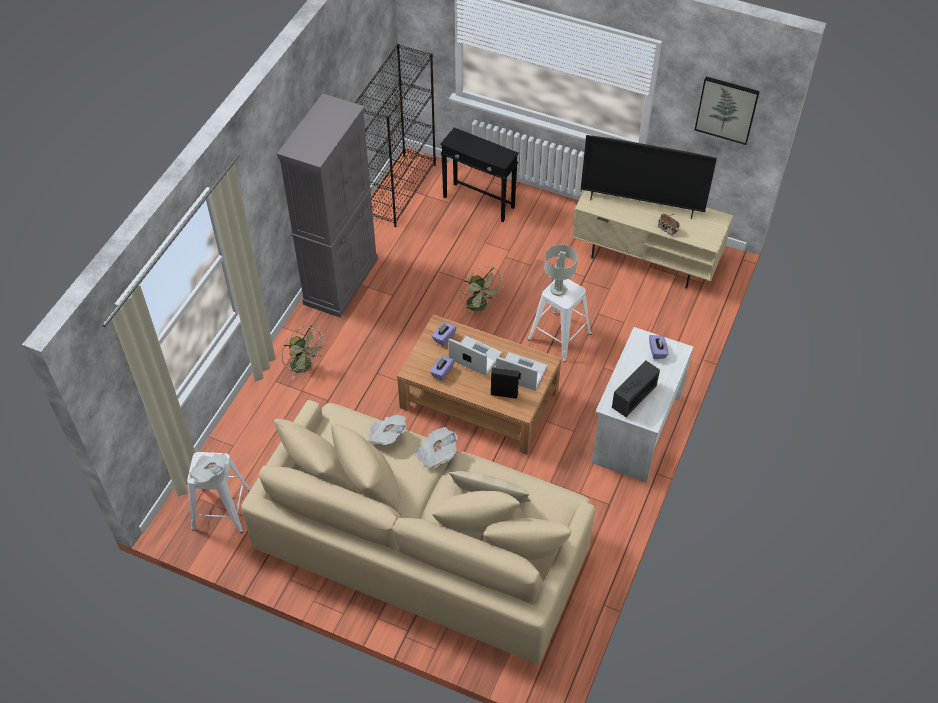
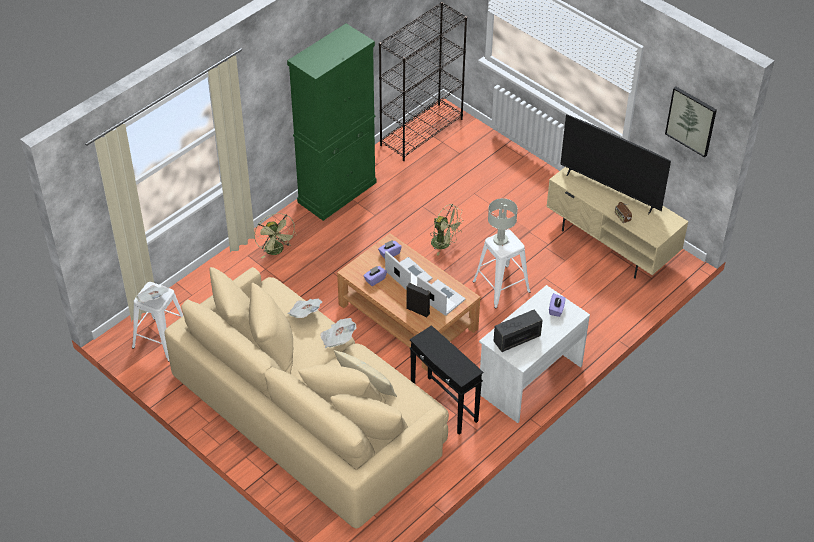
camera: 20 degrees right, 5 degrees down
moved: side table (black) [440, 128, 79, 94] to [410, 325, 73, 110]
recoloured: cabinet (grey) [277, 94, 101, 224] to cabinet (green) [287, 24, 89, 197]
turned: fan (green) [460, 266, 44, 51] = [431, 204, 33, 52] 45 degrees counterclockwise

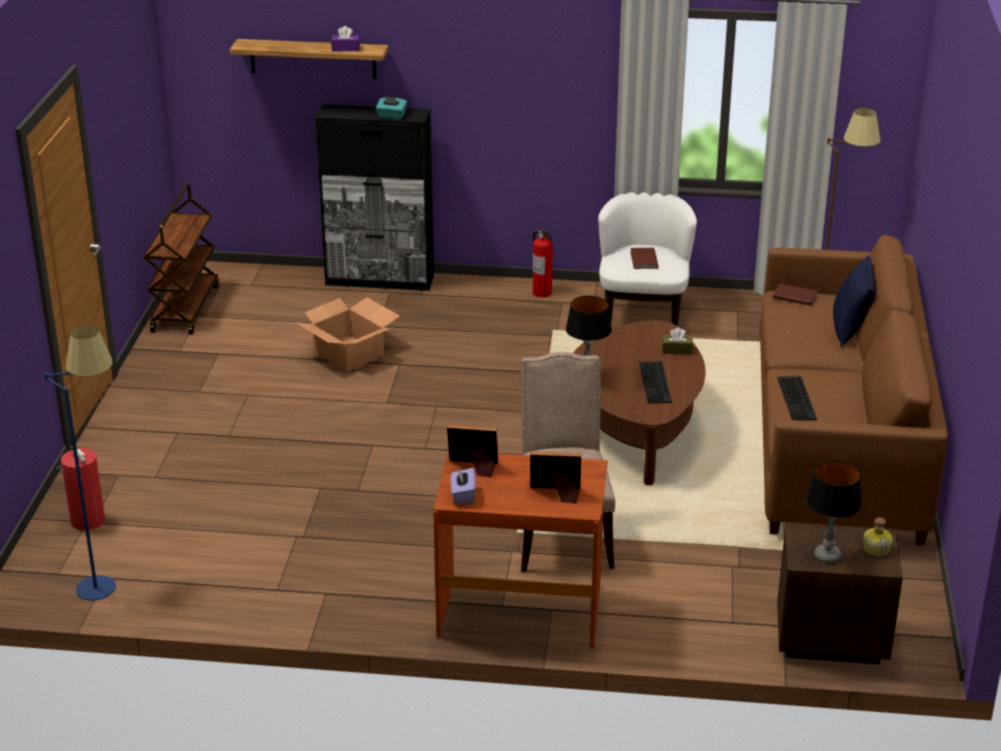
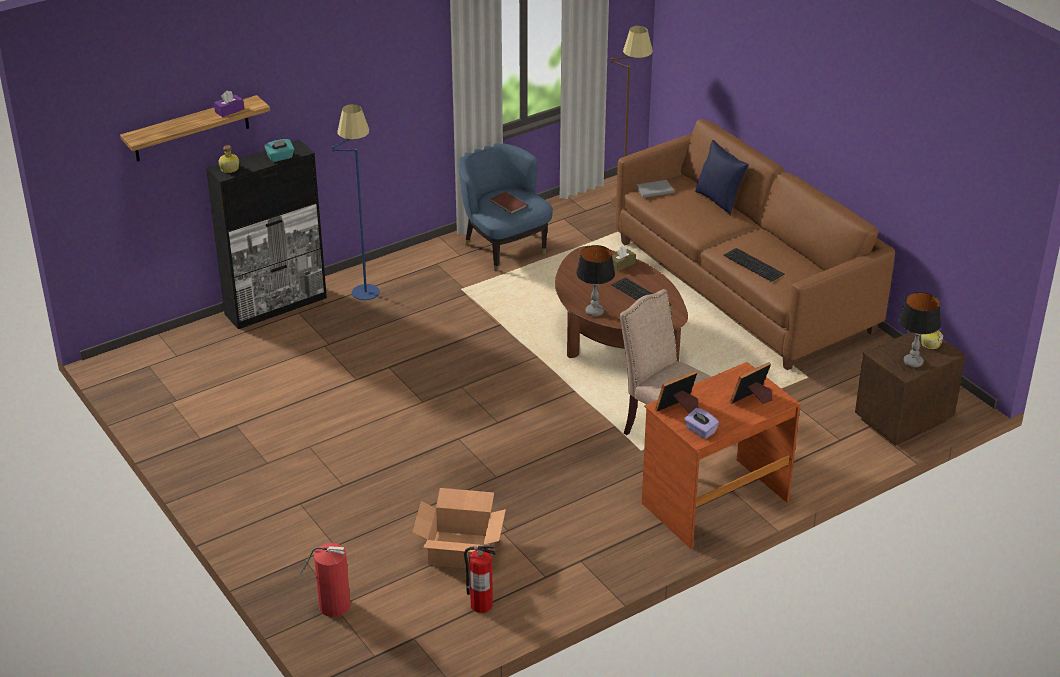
camera: 40 degrees left, 5 degrees up
removed: cart (brown) [143, 184, 76, 150]
added: bottle [218, 145, 21, 28]
moved: fire extinguisher [533, 230, 20, 67] to [464, 546, 32, 67]; cardboard box [296, 297, 104, 74] to [412, 488, 94, 81]; floor lamp (blue) [45, 326, 71, 275] to [332, 104, 48, 196]
recoloured: armchair (white) [598, 192, 99, 134] to armchair (blue) [458, 143, 95, 129]; book (brown) [773, 284, 45, 22] to book (grey) [636, 180, 38, 18]

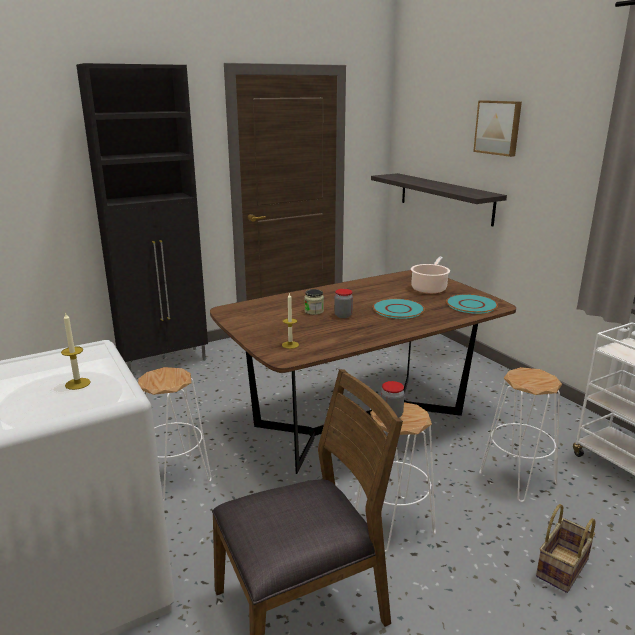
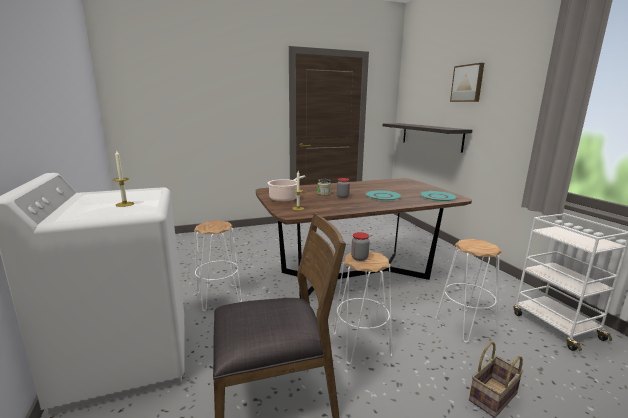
camera: 10 degrees right, 5 degrees down
removed: cabinet (black) [76, 63, 132, 310]
moved: cooking pot [411, 257, 39, 37] to [268, 175, 38, 27]

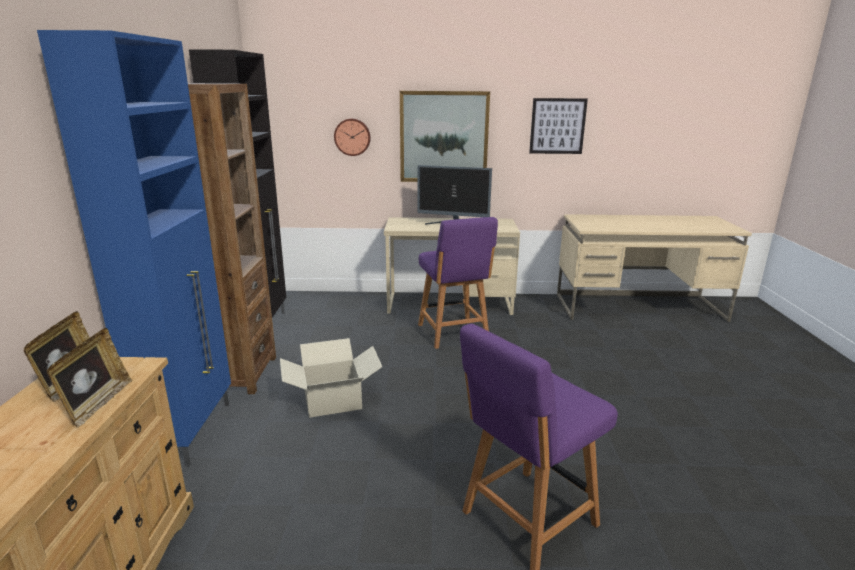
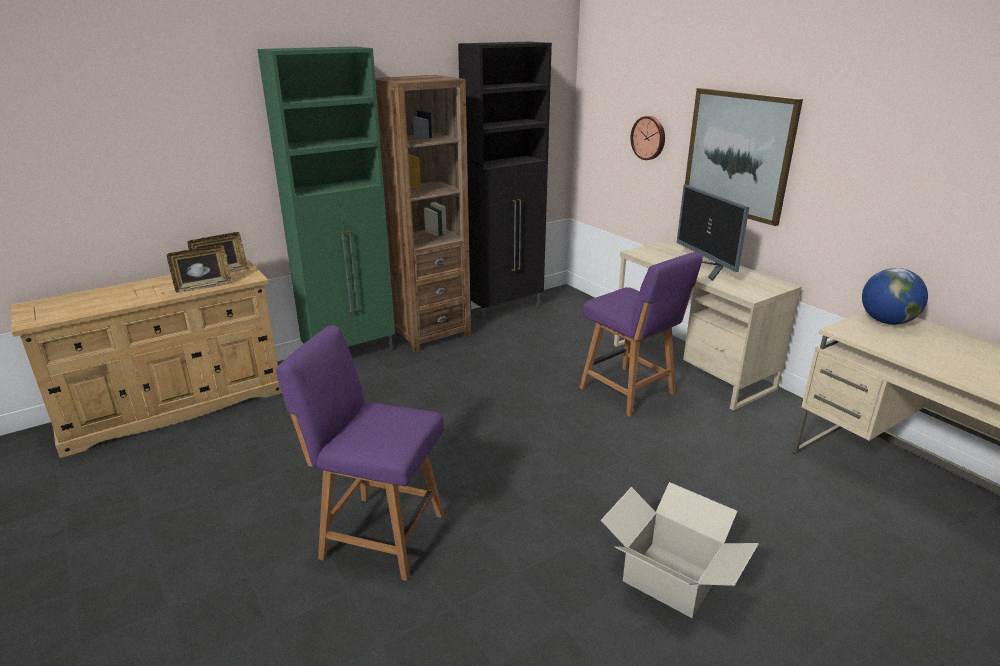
camera: 55 degrees right, 5 degrees up
removed: picture [529, 98, 59, 56]
added: globe [862, 268, 66, 57]
moved: cardboard box [280, 338, 102, 80] to [601, 482, 158, 136]
recoloured: cabinet (blue) [37, 30, 194, 437] to cabinet (green) [257, 46, 138, 305]
turned: chair (purple) [418, 217, 80, 132] = [579, 252, 124, 165] 75 degrees counterclockwise

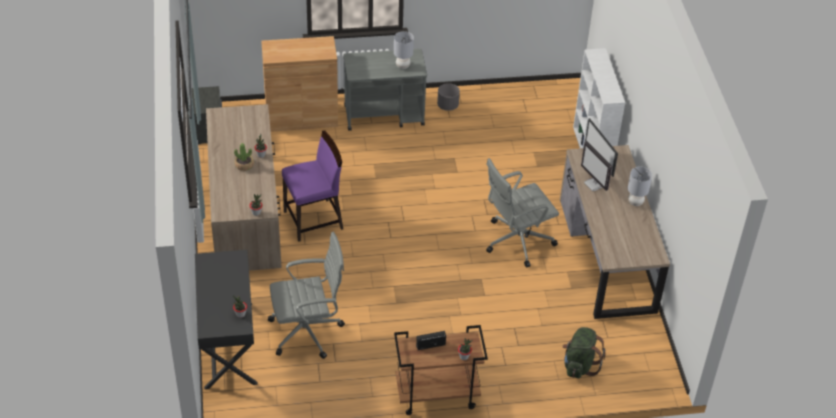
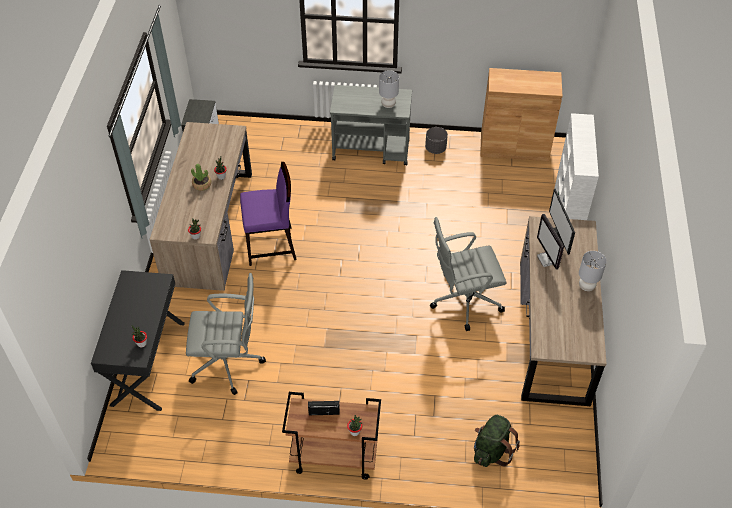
camera: 15 degrees right, 5 degrees up
moved: cabinet (brown) [261, 36, 77, 96] to [480, 68, 82, 93]

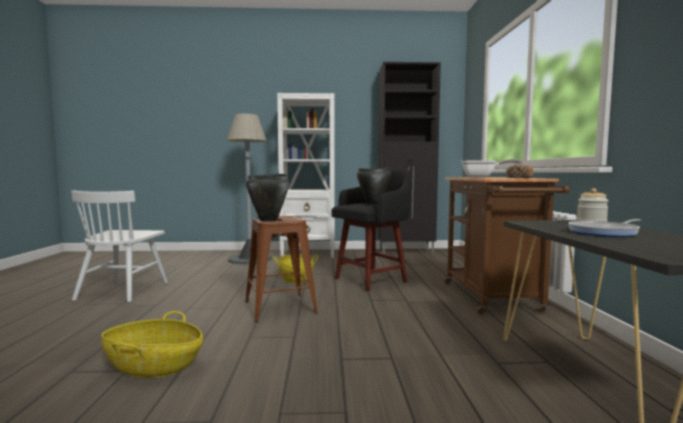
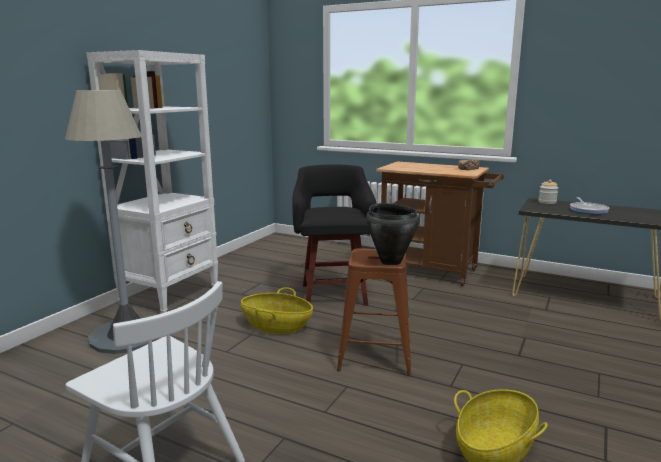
camera: 60 degrees left, 10 degrees up
removed: cabinet (black) [378, 62, 63, 192]; frying pan [461, 159, 61, 19]; cooking pot (black) [357, 167, 34, 38]

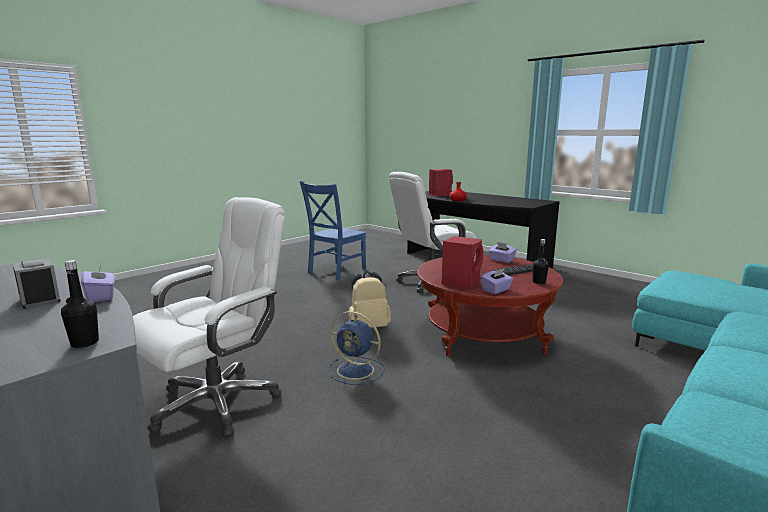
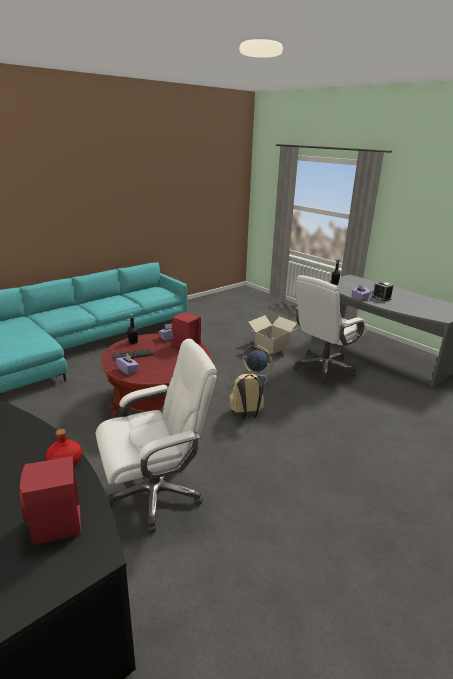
camera: 175 degrees left, 10 degrees up
removed: chair (blue) [300, 181, 66, 99]
added: cardboard box [249, 315, 48, 40]

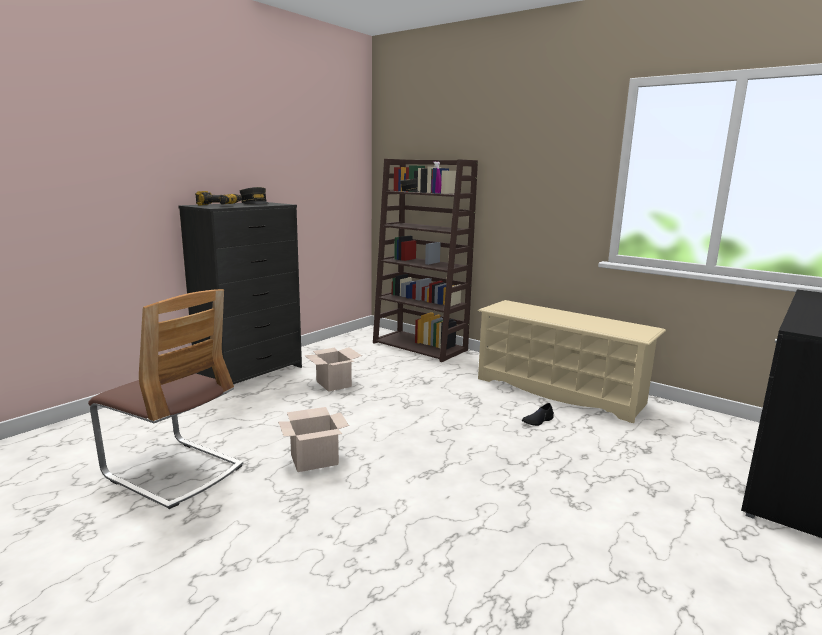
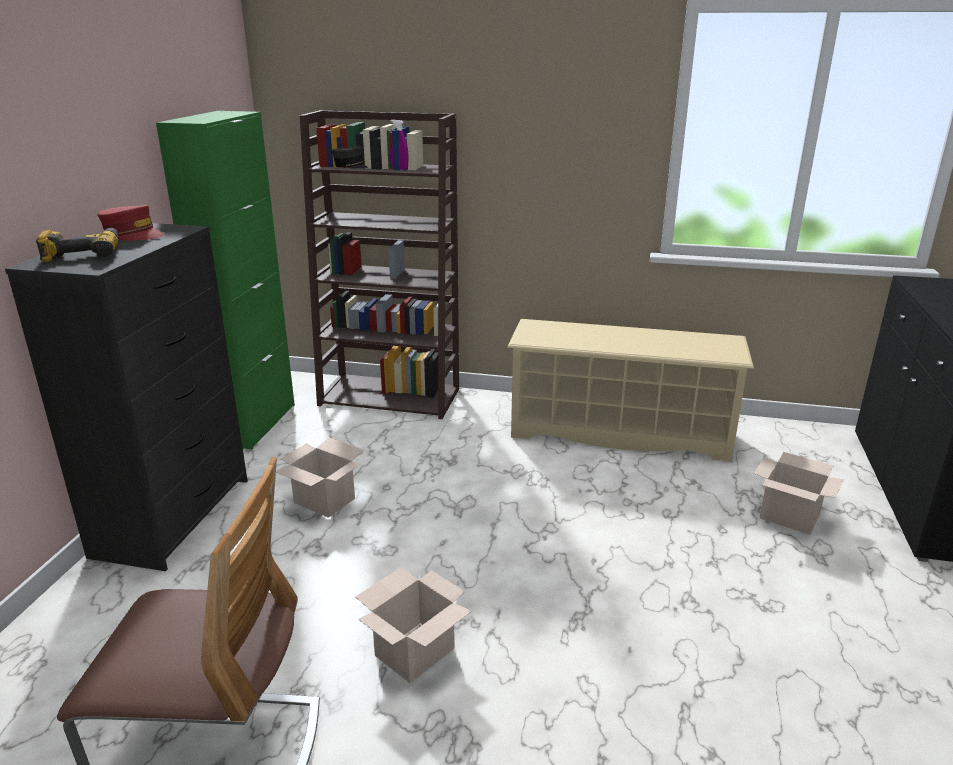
camera: 25 degrees left, 10 degrees up
removed: shoe (black) [522, 403, 32, 23]
added: cabinet (green) [156, 111, 139, 338]; cardboard box [754, 452, 90, 83]
recoloured: cap (grey) [240, 187, 29, 17] to cap (red) [97, 205, 67, 35]

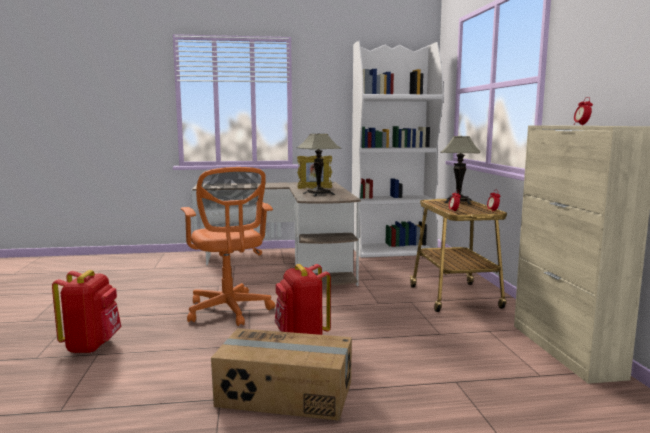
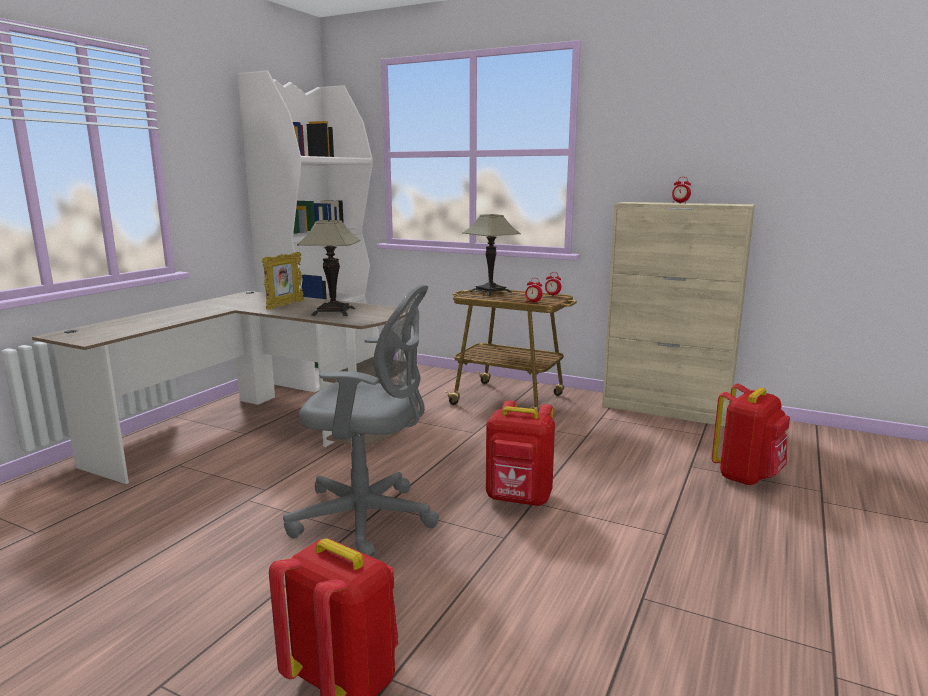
camera: 55 degrees left, 5 degrees up
removed: cardboard box [211, 328, 141, 93]
added: backpack (red) [712, 384, 78, 101]
recoloured: office chair (orange) [181, 167, 94, 159] to office chair (grey) [283, 284, 156, 273]

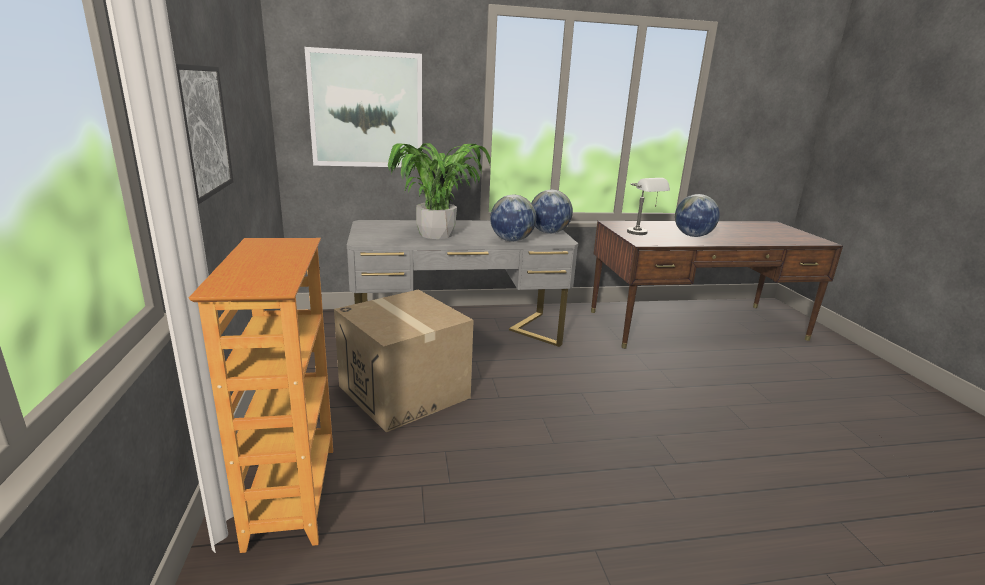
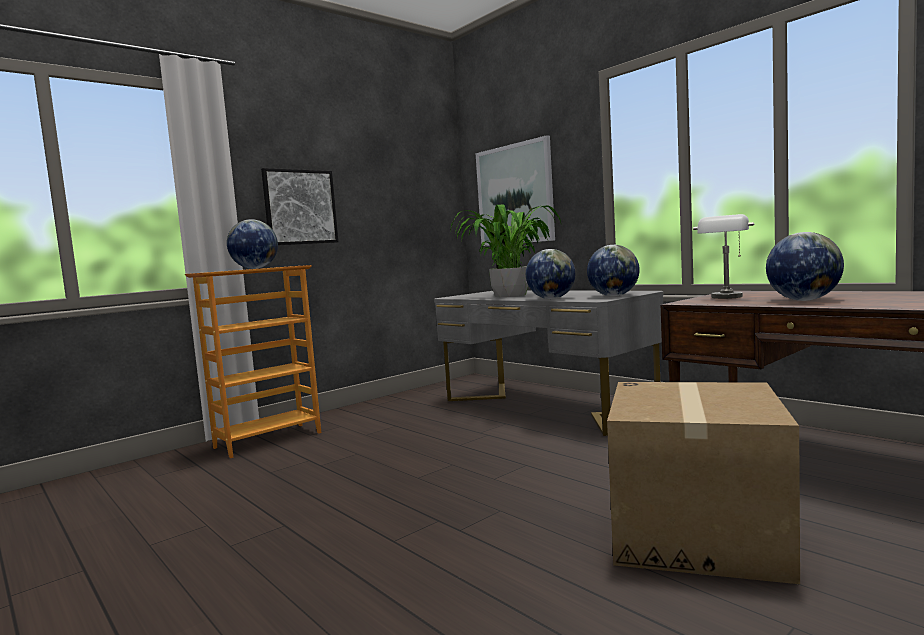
camera: 60 degrees right, 15 degrees down
added: globe [227, 219, 51, 50]
moved: cardboard box [334, 289, 140, 143] to [607, 382, 193, 202]

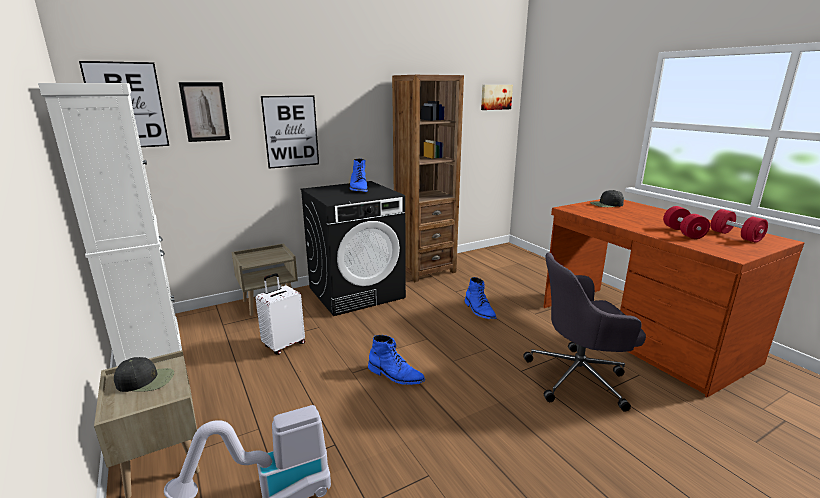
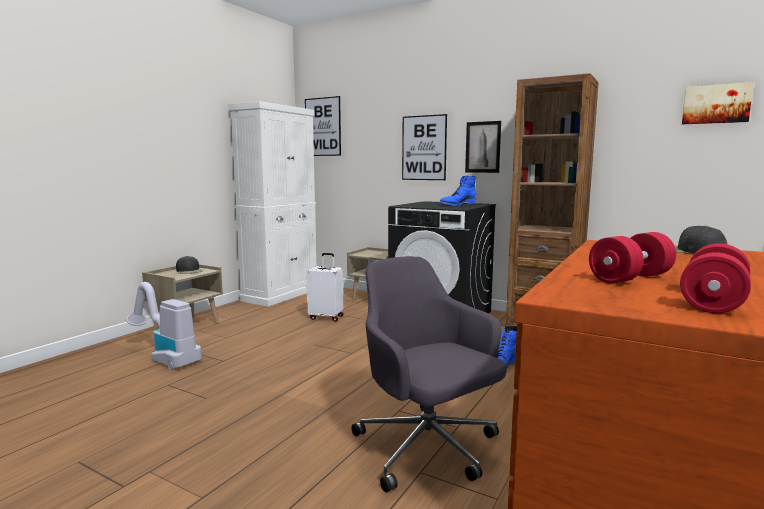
camera: 60 degrees right, 10 degrees down
removed: boot (blue) [368, 335, 57, 50]
moved: picture [179, 82, 51, 60] to [465, 121, 36, 52]

